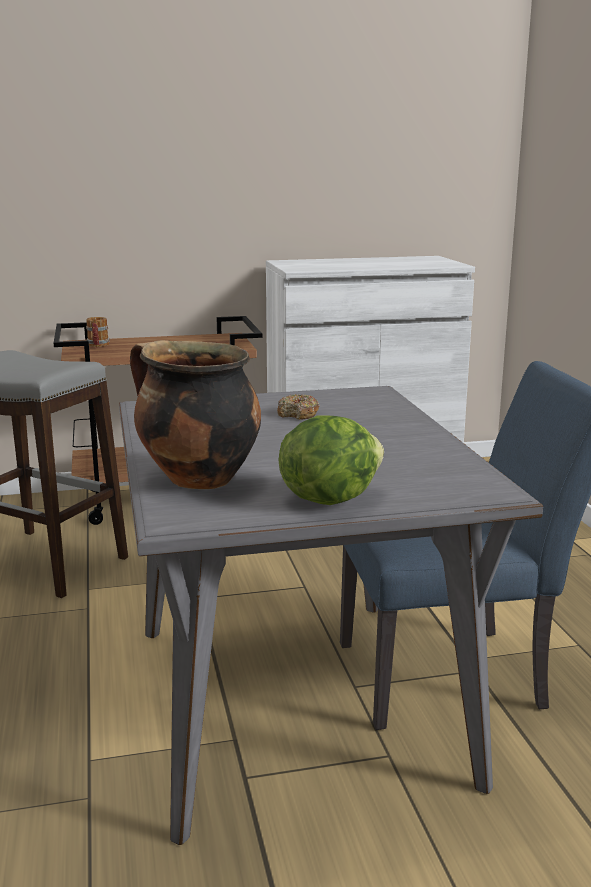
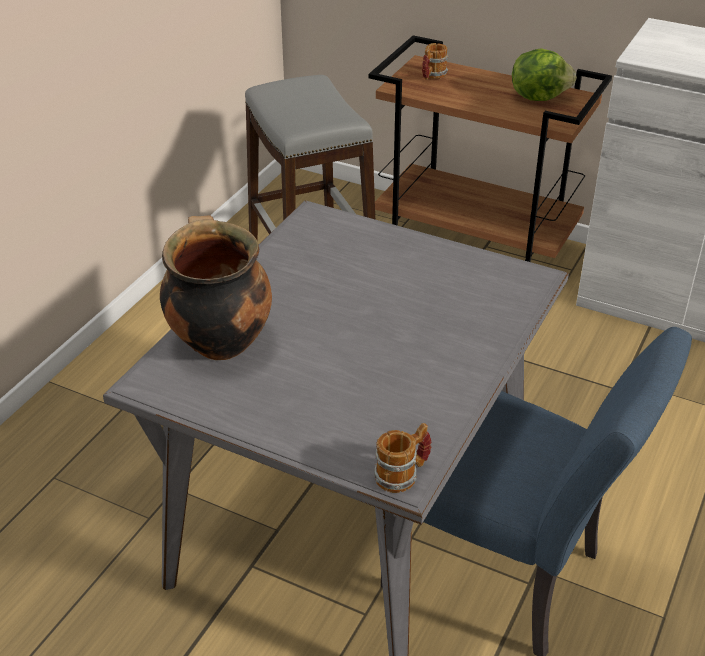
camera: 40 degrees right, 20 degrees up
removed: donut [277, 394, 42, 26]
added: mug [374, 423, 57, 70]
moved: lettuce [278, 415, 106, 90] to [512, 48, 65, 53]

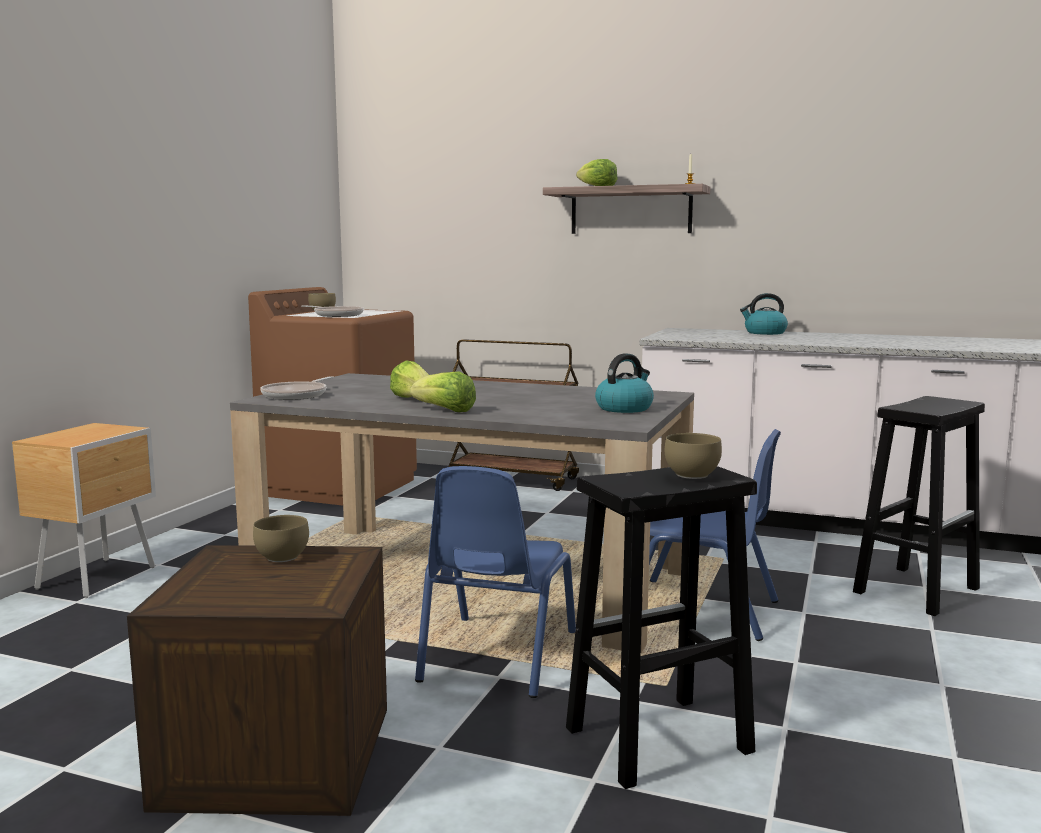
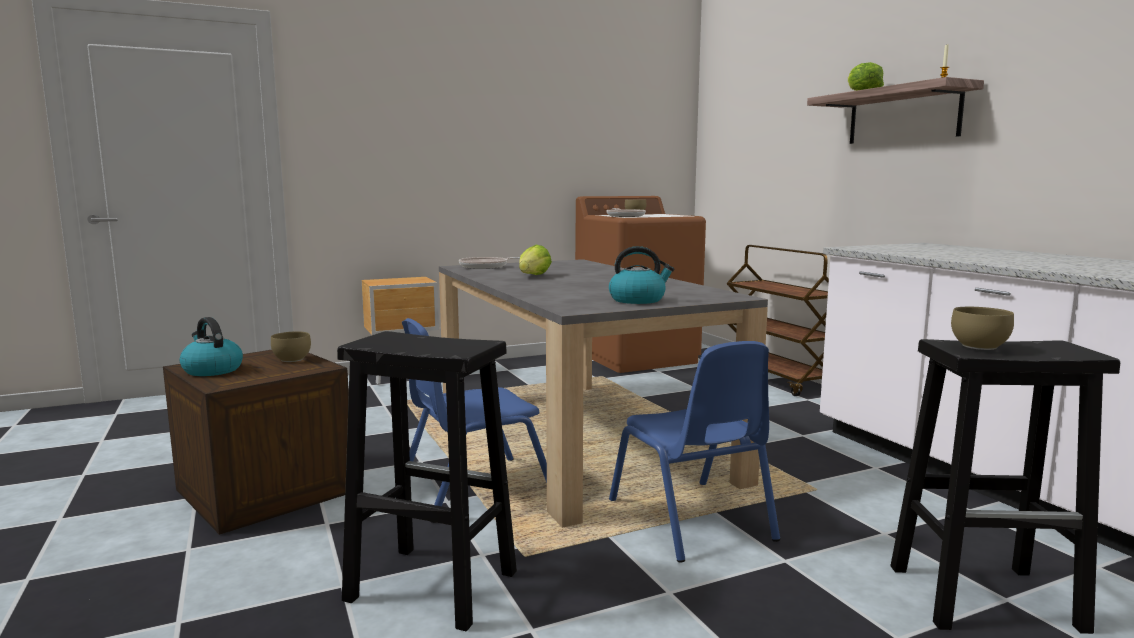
camera: 45 degrees right, 0 degrees up
removed: lettuce [410, 372, 66, 40]
moved: kettle [740, 293, 48, 42] to [180, 317, 63, 59]; bowl (brown) [665, 433, 57, 46] to [951, 307, 63, 43]

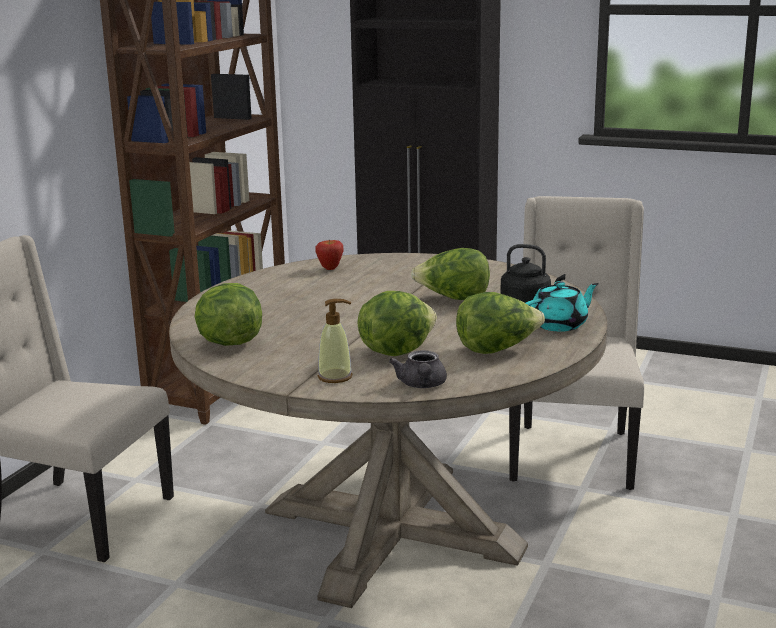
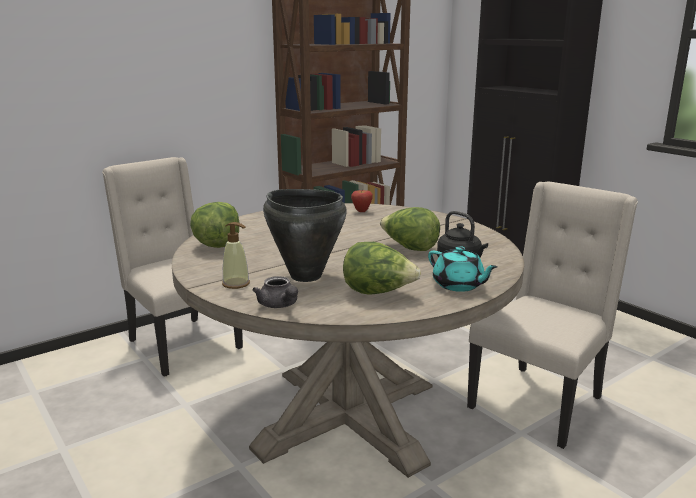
camera: 30 degrees right, 0 degrees up
replaced: lettuce [357, 291, 80, 65] to cooking pot (black) [263, 189, 84, 93]
turned: teapot (turquoise) [526, 281, 73, 51] = [428, 246, 70, 46] 45 degrees clockwise; teapot (grey) [389, 350, 58, 38] = [252, 276, 46, 32] 60 degrees counterclockwise

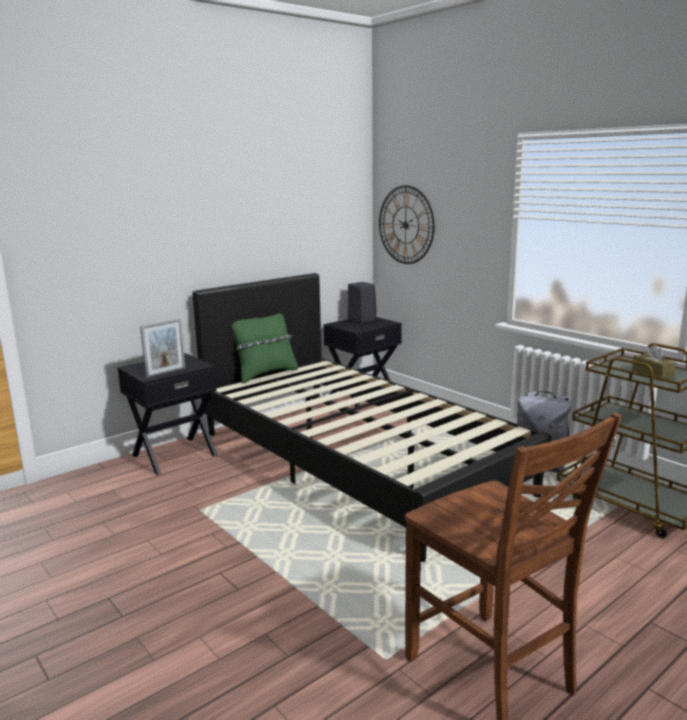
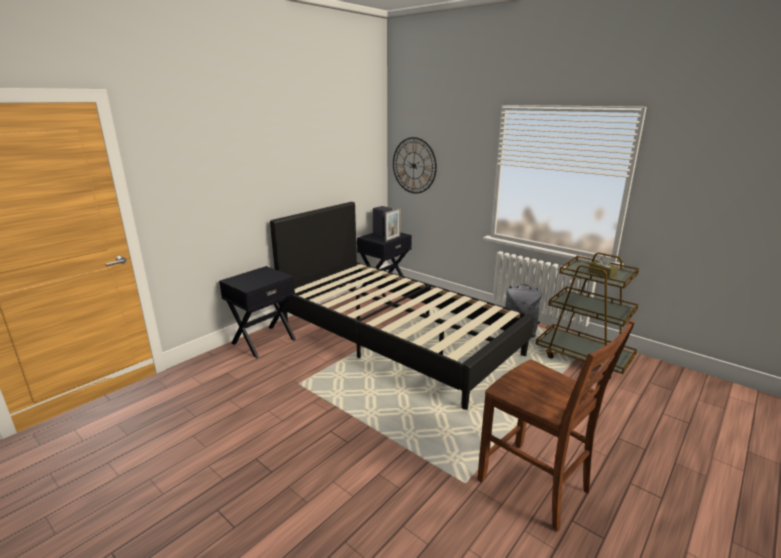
camera: 10 degrees left, 5 degrees up
removed: pillow (green) [232, 314, 66, 70]
moved: picture frame [140, 319, 46, 59] to [385, 208, 16, 34]

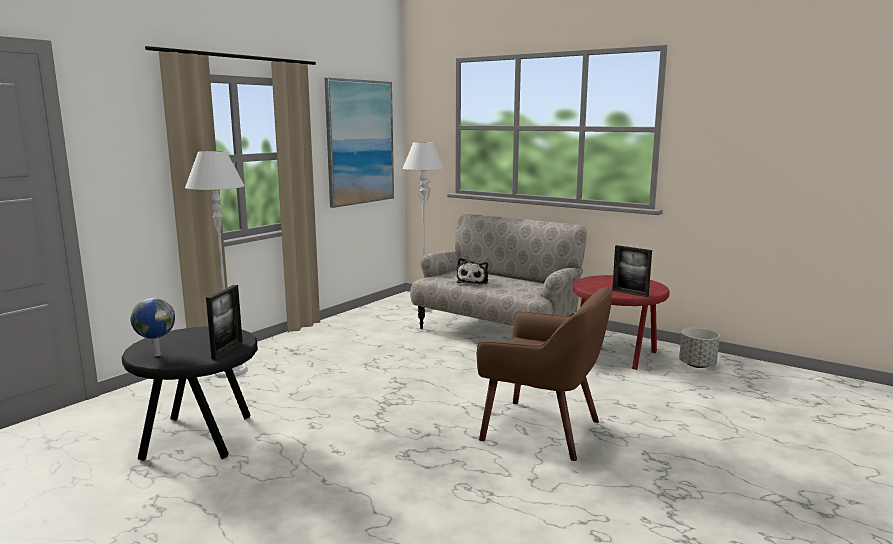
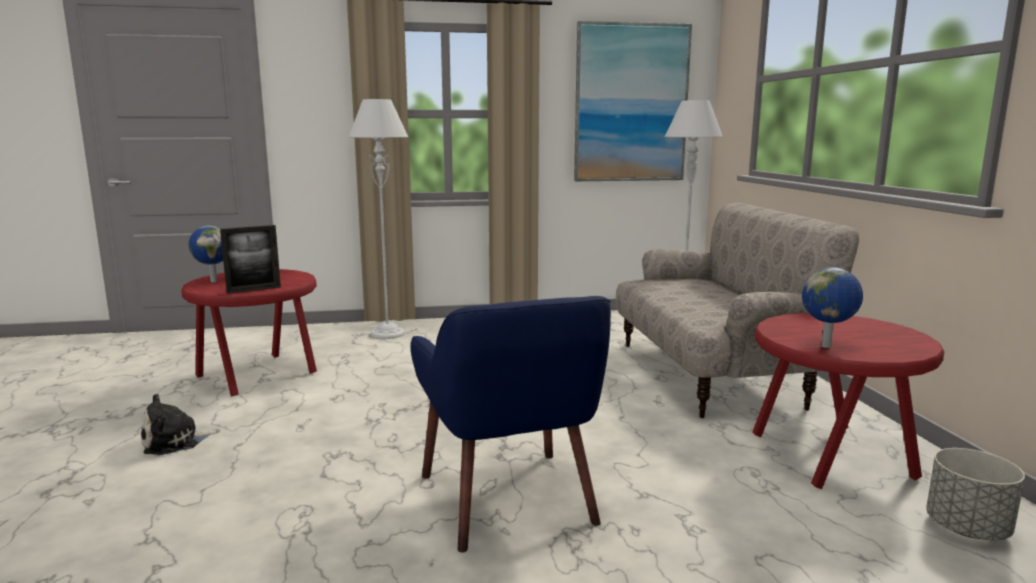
camera: 45 degrees right, 0 degrees up
moved: plush toy [457, 258, 31, 26] to [141, 393, 79, 62]
replaced: picture frame [612, 245, 40, 52] to globe [802, 267, 61, 81]
recoloured: armchair (brown) [476, 287, 136, 174] to armchair (blue) [411, 296, 200, 256]; side table (black) [122, 326, 136, 135] to side table (red) [181, 269, 136, 128]

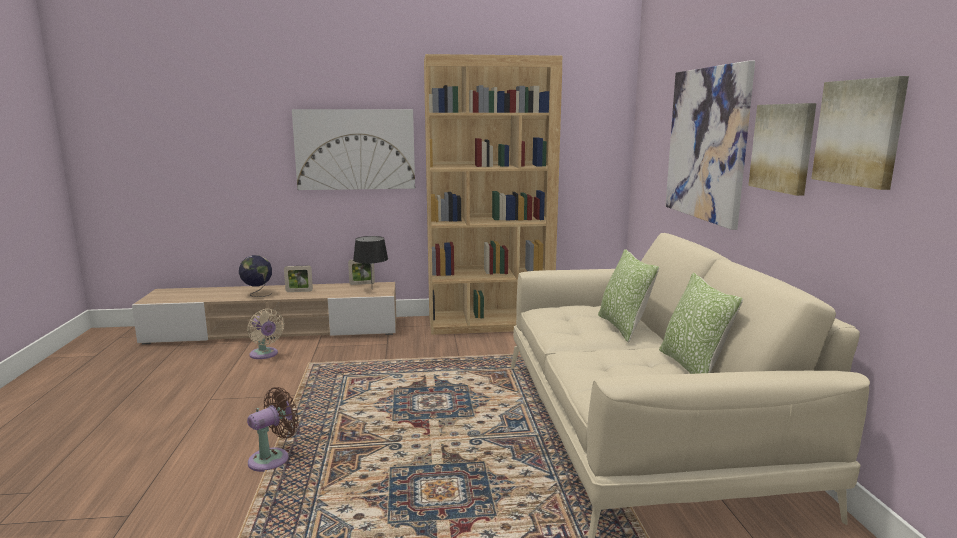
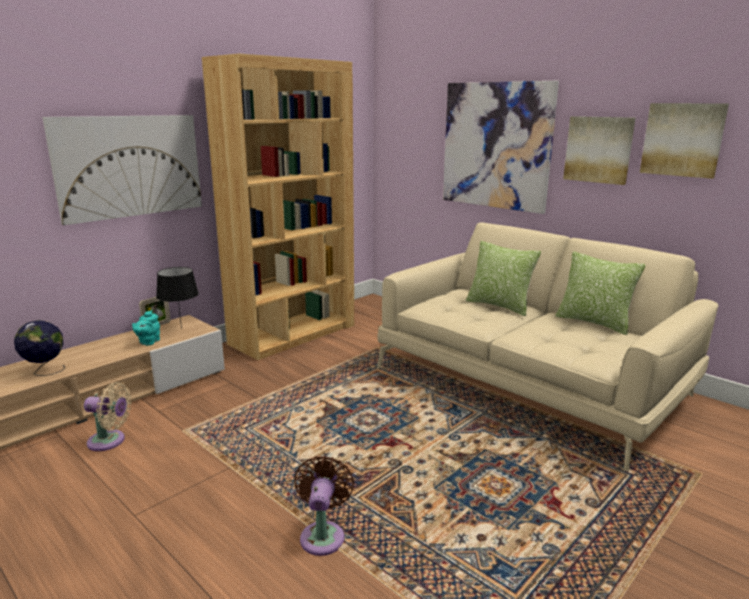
camera: 40 degrees left, 5 degrees up
removed: picture frame [284, 266, 29, 26]
added: teapot (turquoise) [132, 310, 28, 36]

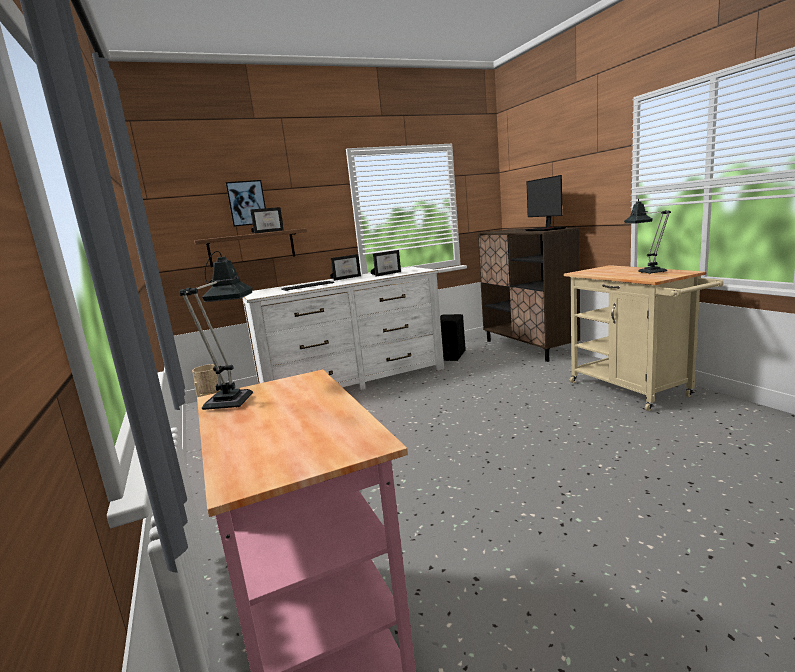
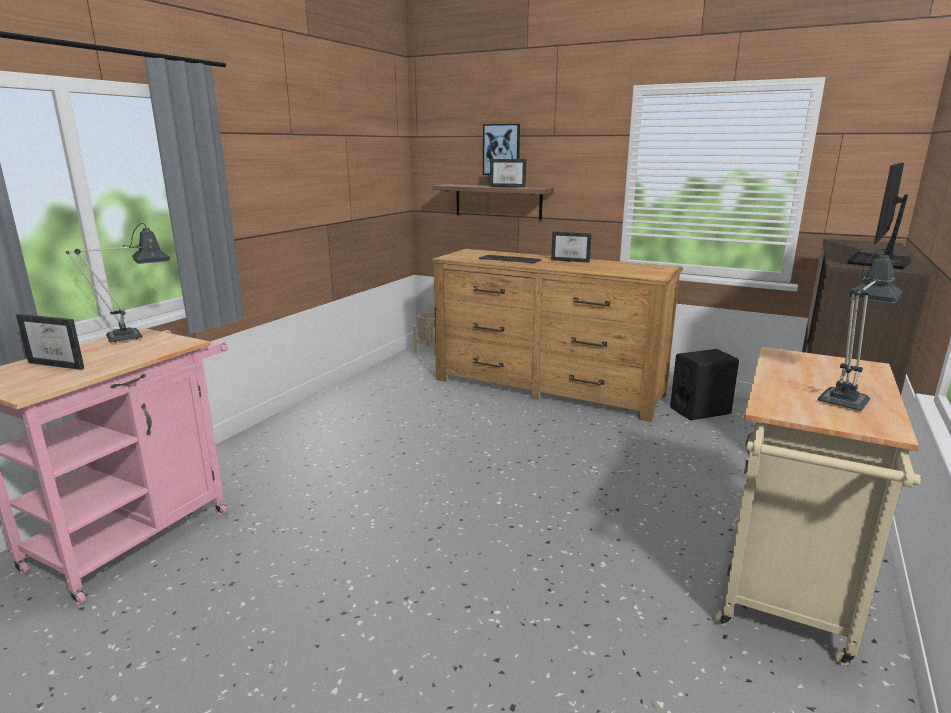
camera: 50 degrees right, 5 degrees up
moved: picture frame [371, 250, 30, 27] to [16, 314, 68, 56]
recoloured: dresser (white) [242, 267, 202, 123] to dresser (brown) [431, 249, 252, 173]

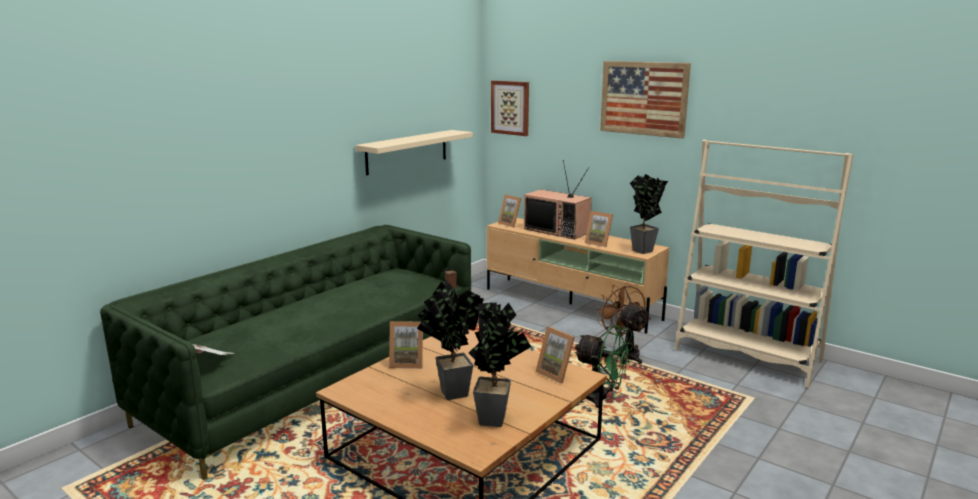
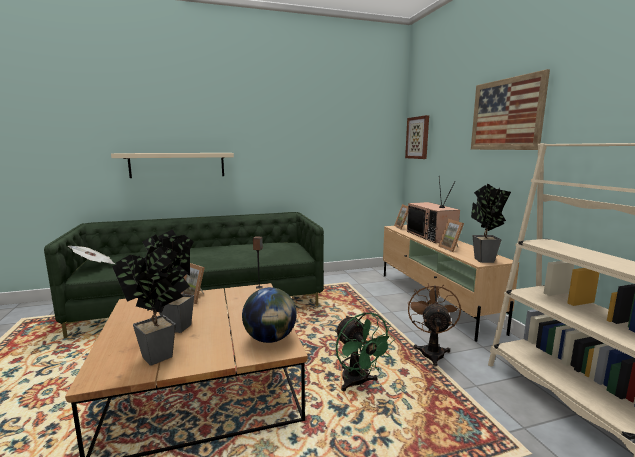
camera: 35 degrees right, 5 degrees down
moved: shelf (beige) [355, 130, 118, 45] to [111, 153, 123, 25]
replaced: picture frame [535, 326, 40, 57] to globe [242, 287, 55, 56]

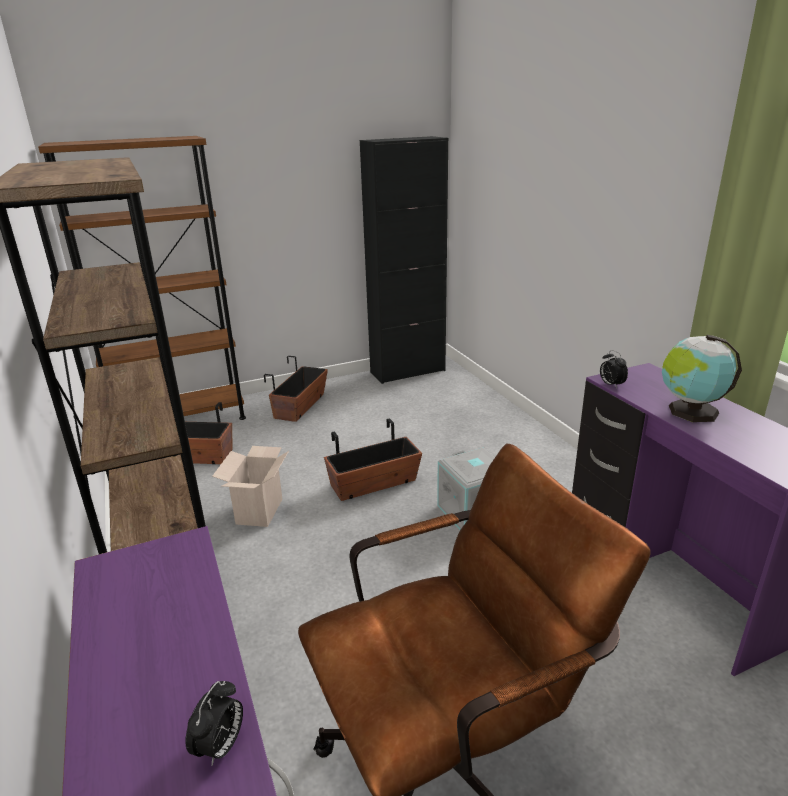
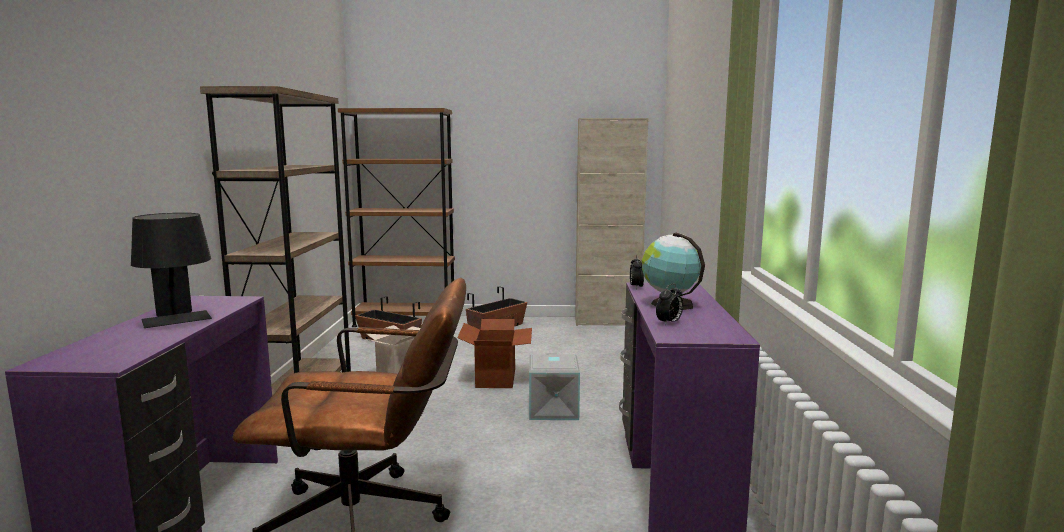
camera: 25 degrees right, 15 degrees down
added: table lamp (black) [131, 213, 81, 115]
moved: alarm clock [185, 681, 58, 85] to [656, 283, 27, 42]
replaced: planter [324, 418, 98, 83] to cardboard box [457, 319, 75, 69]
recoloured: cabinet (black) [360, 136, 88, 248] to cabinet (beige) [575, 118, 73, 208]

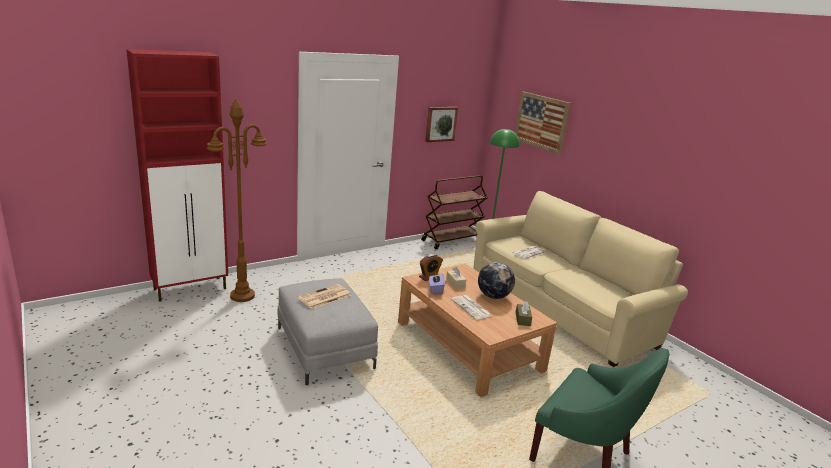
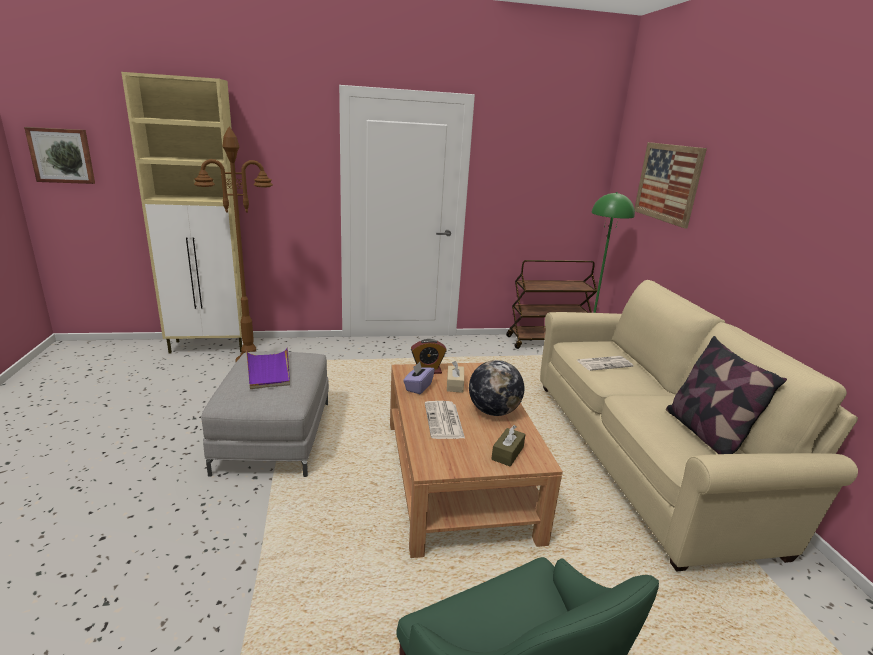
camera: 25 degrees right, 0 degrees up
added: pillow [666, 336, 121, 118]
moved: picture [425, 107, 33, 35] to [24, 127, 71, 57]
replaced: newspaper [298, 284, 53, 25] to tray (purple) [246, 347, 44, 42]
recoloured: cabinet (red) [126, 49, 102, 253] to cabinet (beige) [121, 72, 121, 282]

